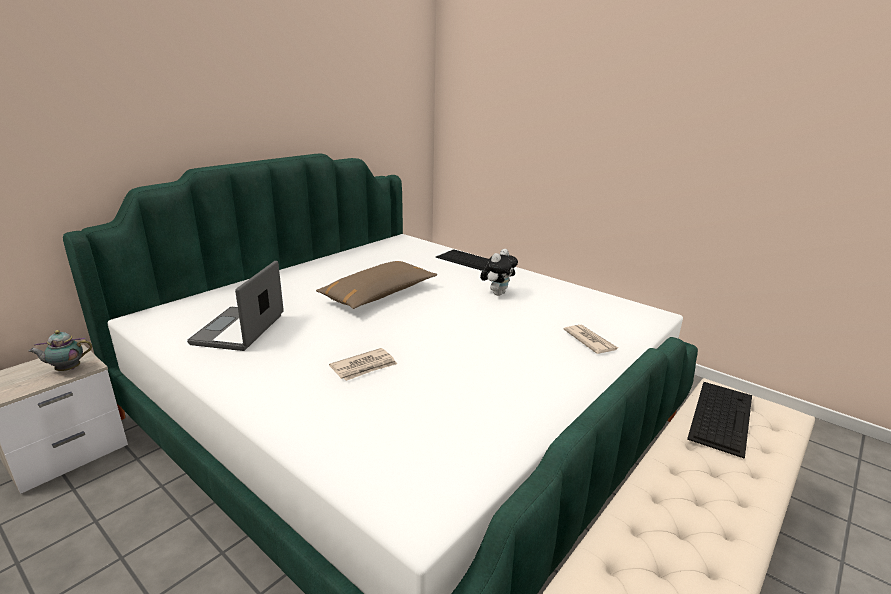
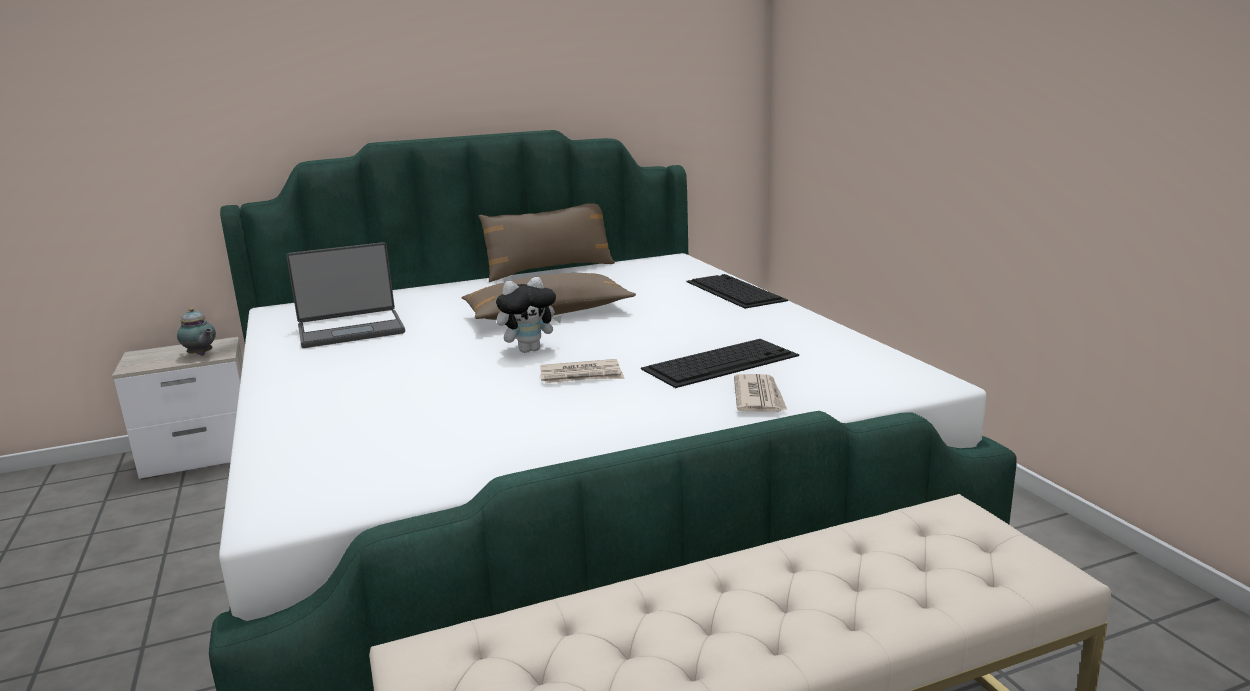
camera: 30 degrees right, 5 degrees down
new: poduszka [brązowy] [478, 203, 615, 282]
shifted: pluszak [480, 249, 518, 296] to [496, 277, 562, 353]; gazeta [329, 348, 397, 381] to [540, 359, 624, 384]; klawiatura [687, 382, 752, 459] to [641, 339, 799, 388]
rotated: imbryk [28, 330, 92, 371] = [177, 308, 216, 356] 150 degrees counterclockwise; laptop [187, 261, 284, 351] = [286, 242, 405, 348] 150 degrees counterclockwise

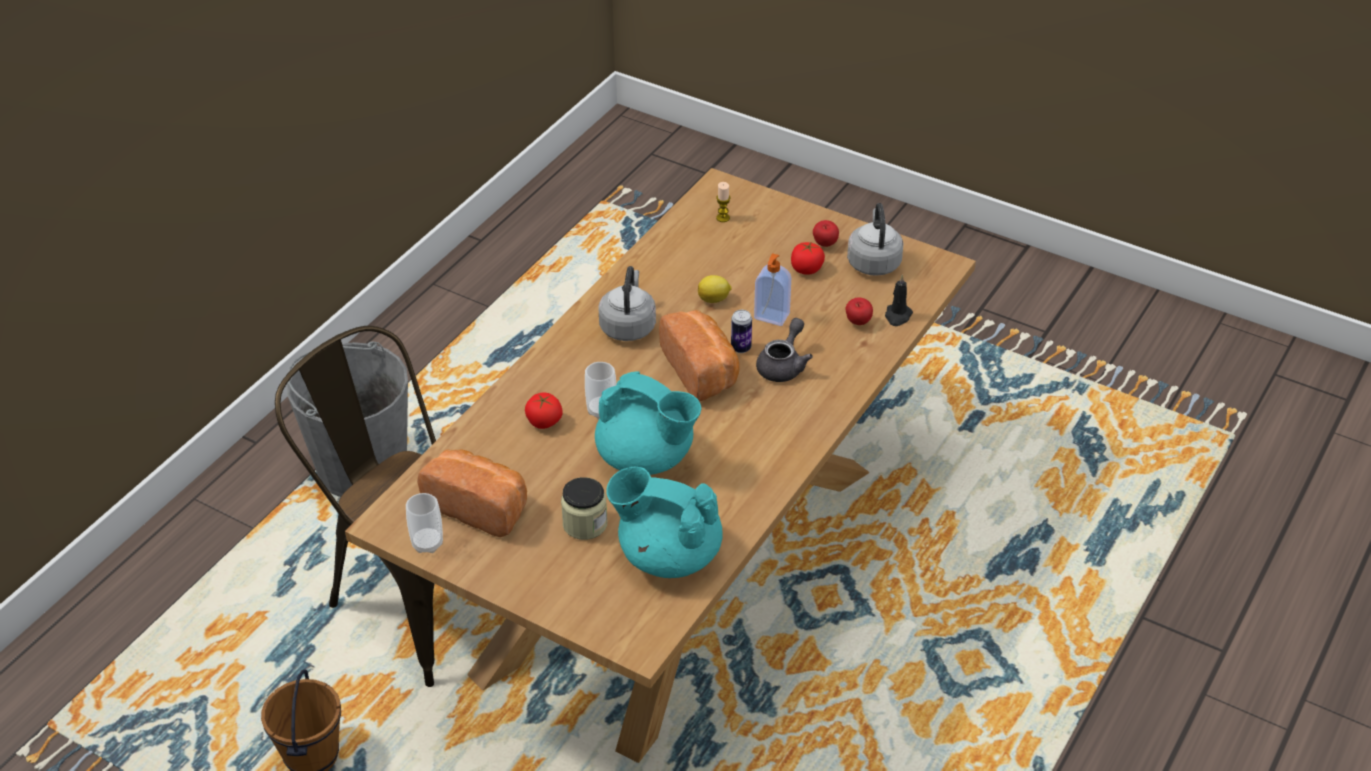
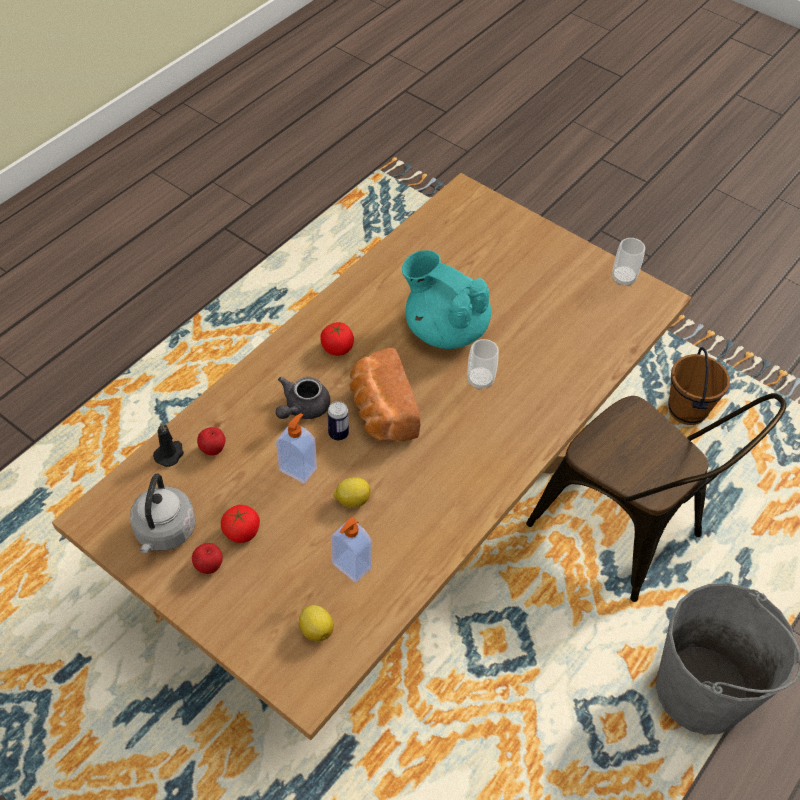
camera: 175 degrees left, 10 degrees up
gone: chleb [417, 449, 527, 537]; słoik [561, 477, 608, 540]; czajnik [szary] [598, 266, 656, 341]; imbryk [turkusowy] [606, 467, 723, 578]
new: dozownik mydła [331, 517, 372, 583]
shifted: pomidor [525, 392, 563, 429] to [320, 322, 354, 356]
swapped: świeca [716, 182, 730, 222] to cytryna [299, 605, 334, 641]

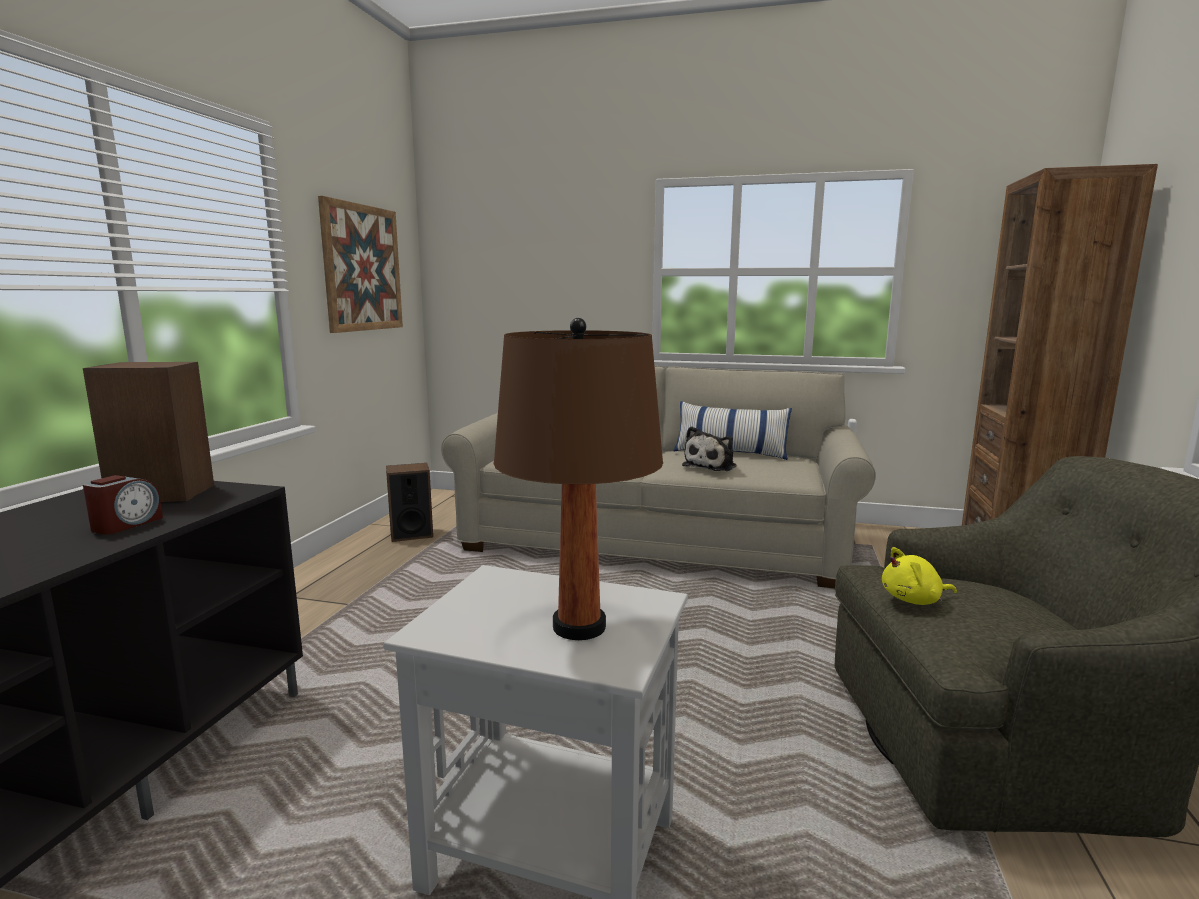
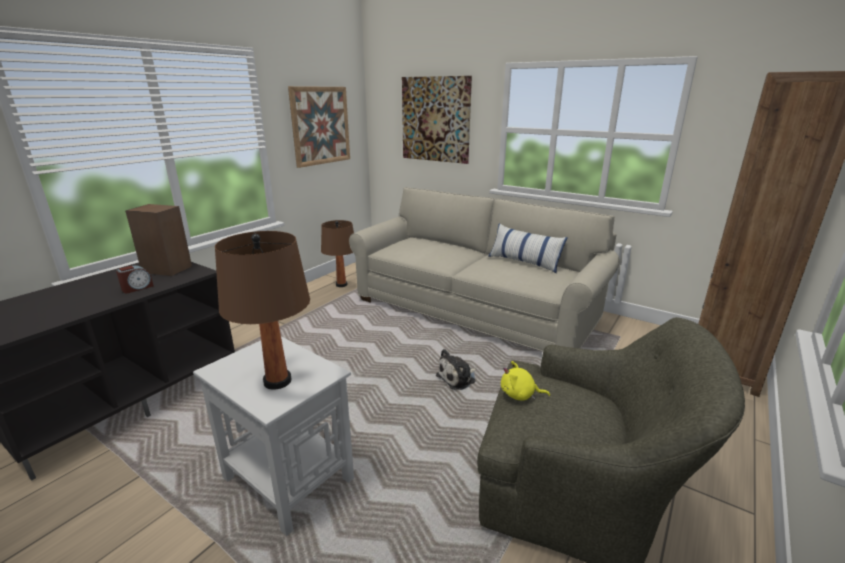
camera: 20 degrees right, 10 degrees up
new: obraz [402, 76, 472, 164]
shifted: pluszak [682, 426, 736, 471] to [436, 349, 476, 390]
swapped: głośnik [386, 463, 433, 542] to lampa stołowa [brązowy] [321, 220, 354, 287]

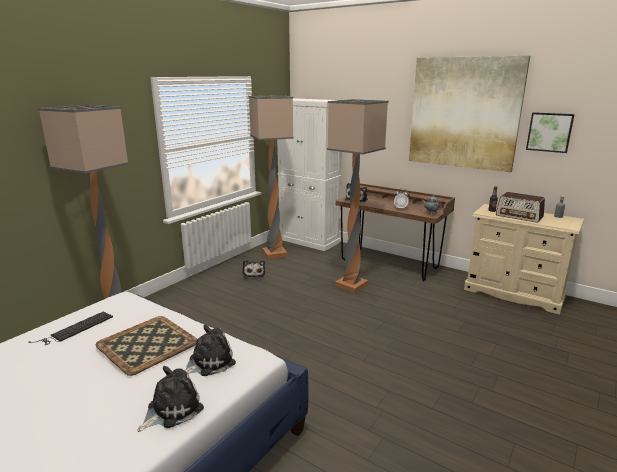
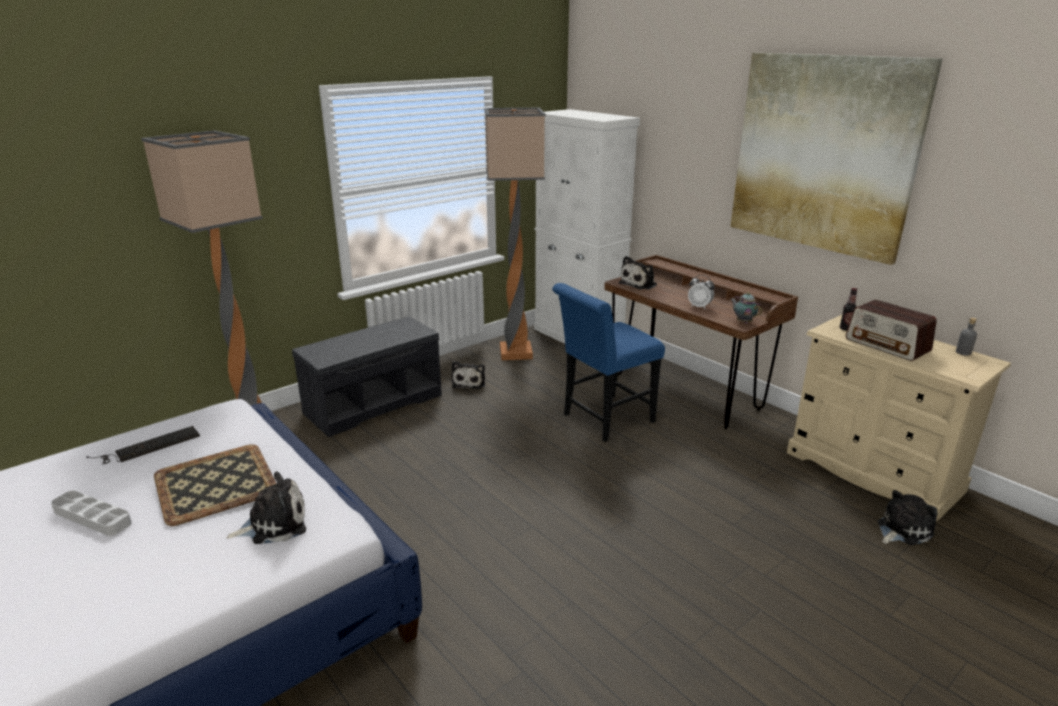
camera: 15 degrees right, 5 degrees up
gone: obraz [526, 112, 575, 153]
new: taca [szary] [51, 491, 132, 536]; ławka [szary] [292, 317, 442, 437]
shifted: pluszak [137, 366, 204, 432] to [878, 490, 938, 545]
swapped: lampa stojąca [327, 99, 389, 293] to krzesło [niebieski] [552, 283, 665, 442]

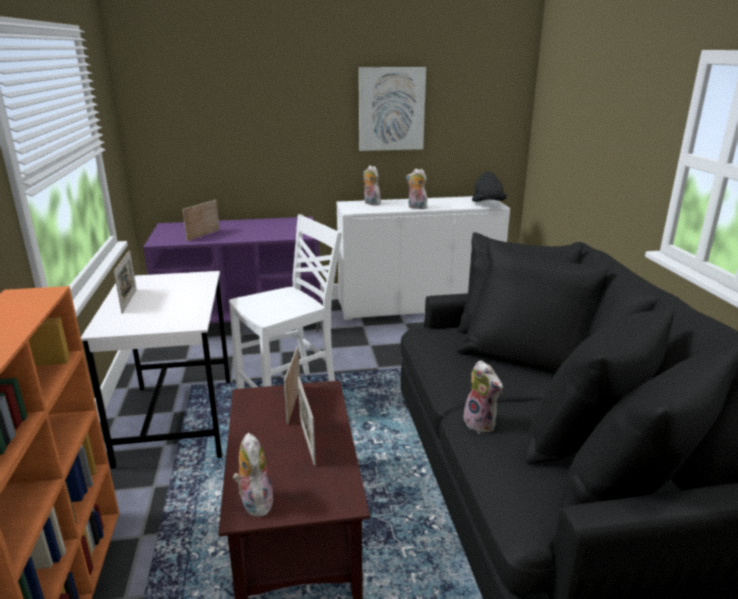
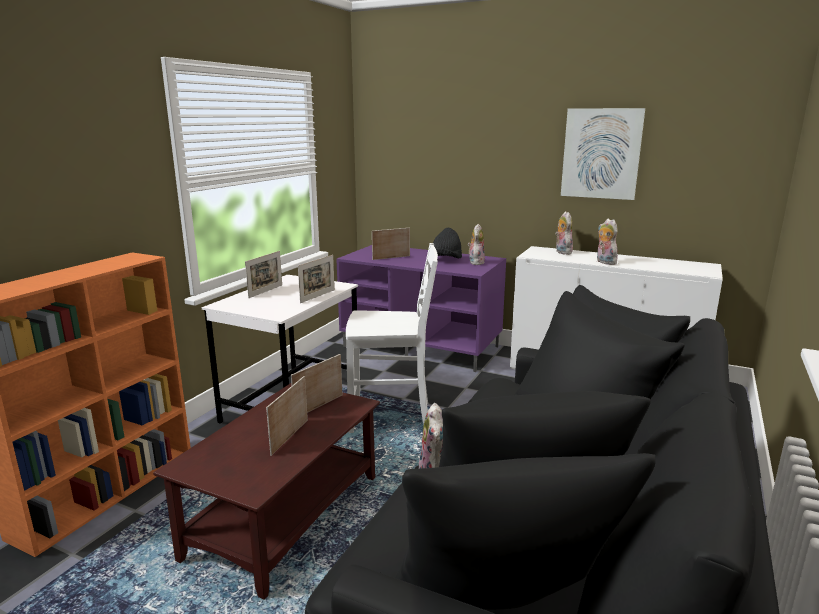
camera: 35 degrees right, 5 degrees down
new: ramka na zdjęcie [298, 255, 335, 303]
shifted: kapelusz [czarny] [472, 172, 507, 202] to [433, 228, 462, 259]; pluszak [233, 433, 274, 517] to [468, 224, 485, 265]

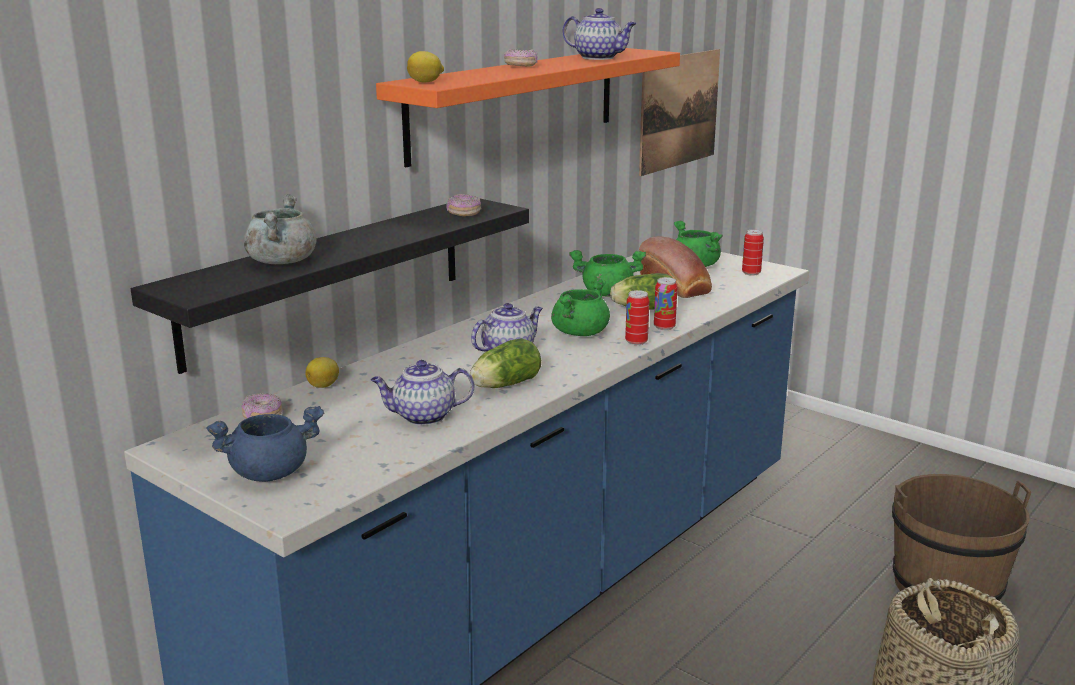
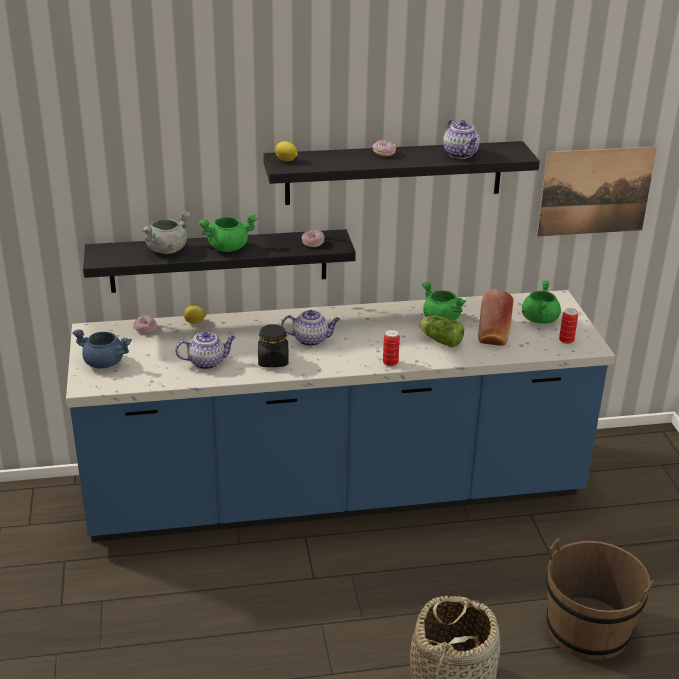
camera: 40 degrees right, 10 degrees up
gone: puszka [654, 277, 677, 330]
shifted: garnek [zielony] [551, 278, 610, 336] to [199, 215, 258, 252]
swapped: sałata [470, 338, 541, 388] to słoik [czarny] [258, 324, 289, 367]
repainted: półka [pomarańczowy] [376, 48, 680, 167] to półka [czarny] [263, 141, 540, 205]
rotated: imbryk [371, 360, 474, 426] = [175, 332, 236, 369] 135 degrees clockwise

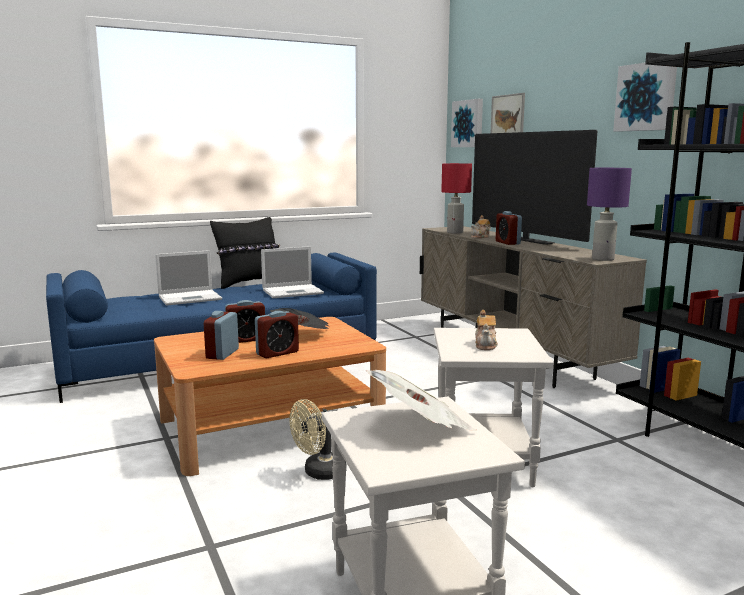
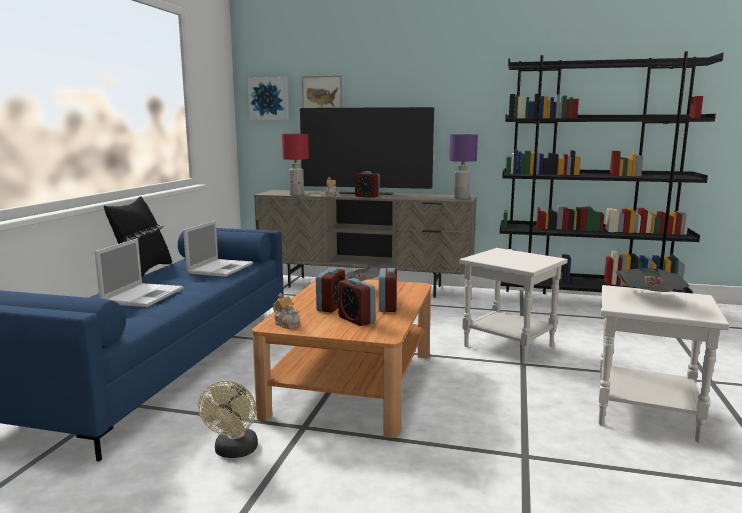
camera: 50 degrees left, 0 degrees up
gone: obraz [613, 63, 677, 132]
shifted: wentylator [beżowy] [289, 399, 347, 480] to [198, 381, 258, 458]; imbryk [475, 310, 498, 350] to [273, 293, 300, 329]

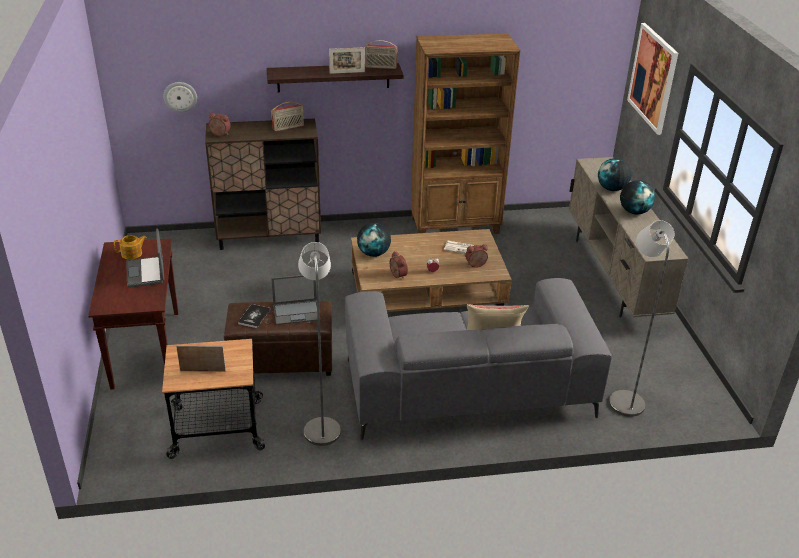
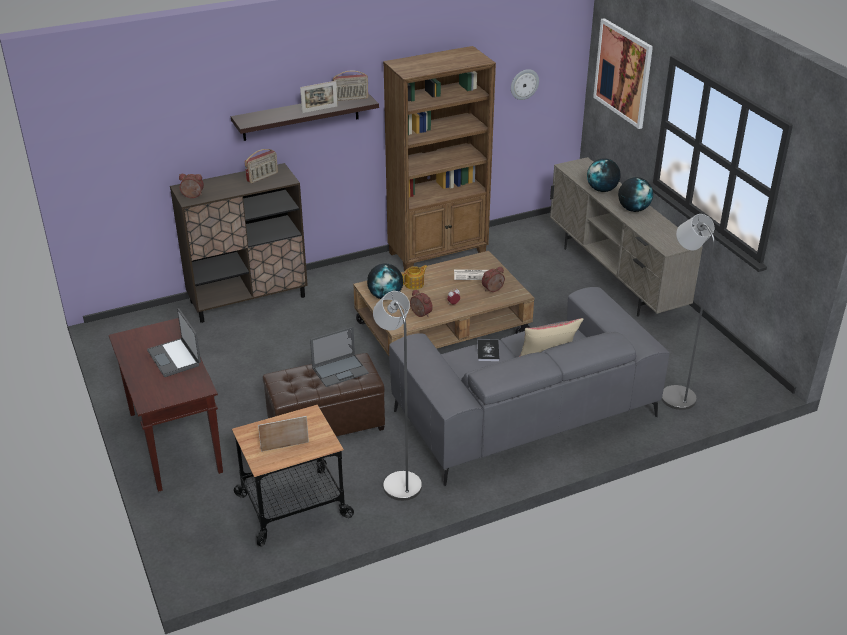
camera: 15 degrees left, 0 degrees up
shifted: imbryk [114, 235, 147, 260] to [402, 265, 427, 290]; książka [238, 304, 270, 328] to [478, 339, 499, 361]; zegar ścienny [163, 82, 197, 112] to [511, 69, 539, 100]

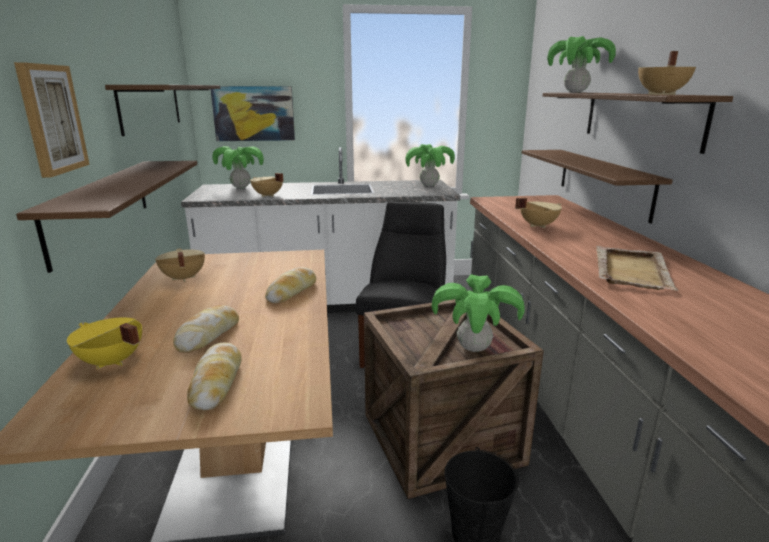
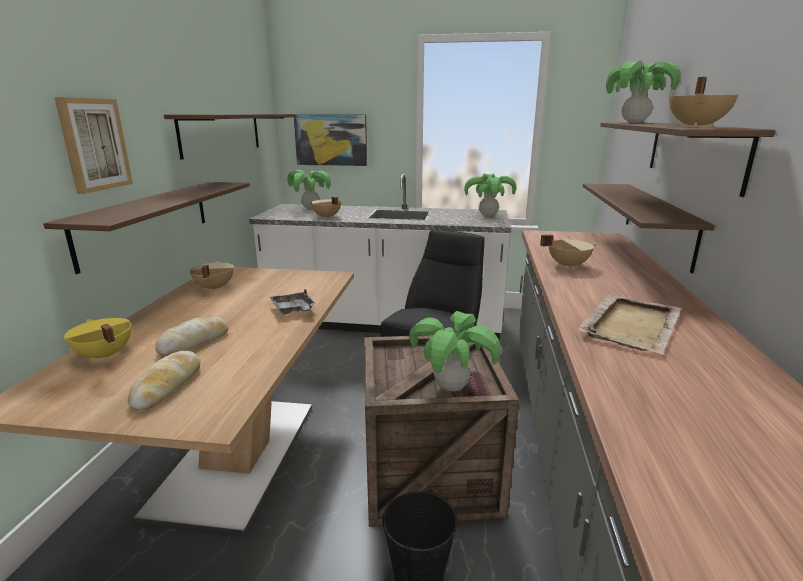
camera: 15 degrees right, 0 degrees up
swapped: chleb [265, 267, 316, 304] to taca [szary] [270, 289, 316, 314]

